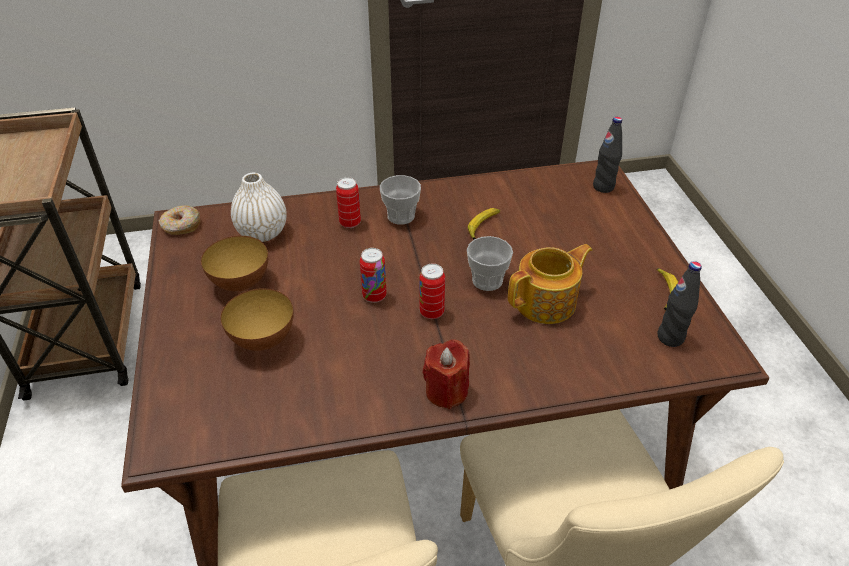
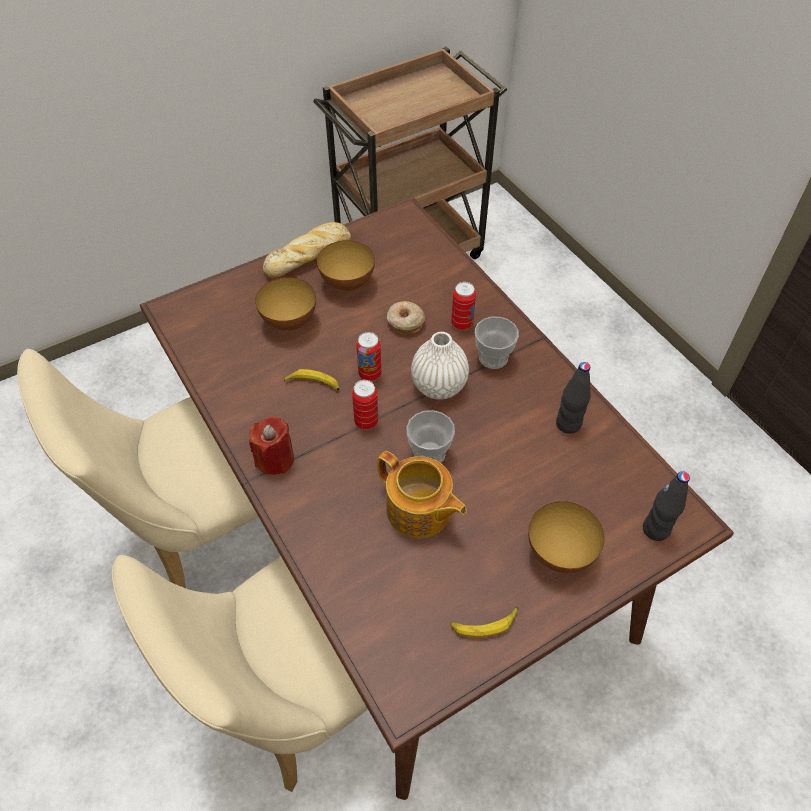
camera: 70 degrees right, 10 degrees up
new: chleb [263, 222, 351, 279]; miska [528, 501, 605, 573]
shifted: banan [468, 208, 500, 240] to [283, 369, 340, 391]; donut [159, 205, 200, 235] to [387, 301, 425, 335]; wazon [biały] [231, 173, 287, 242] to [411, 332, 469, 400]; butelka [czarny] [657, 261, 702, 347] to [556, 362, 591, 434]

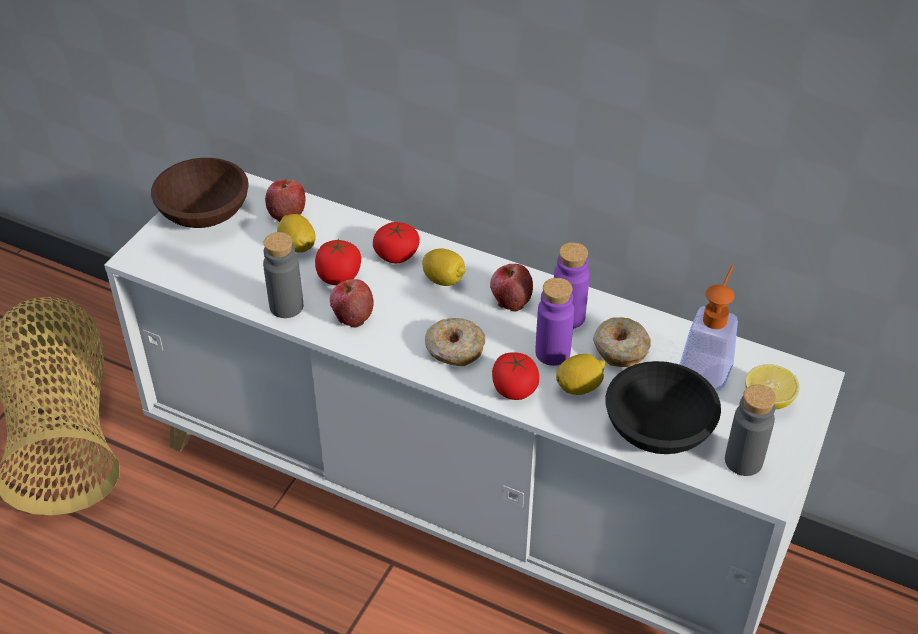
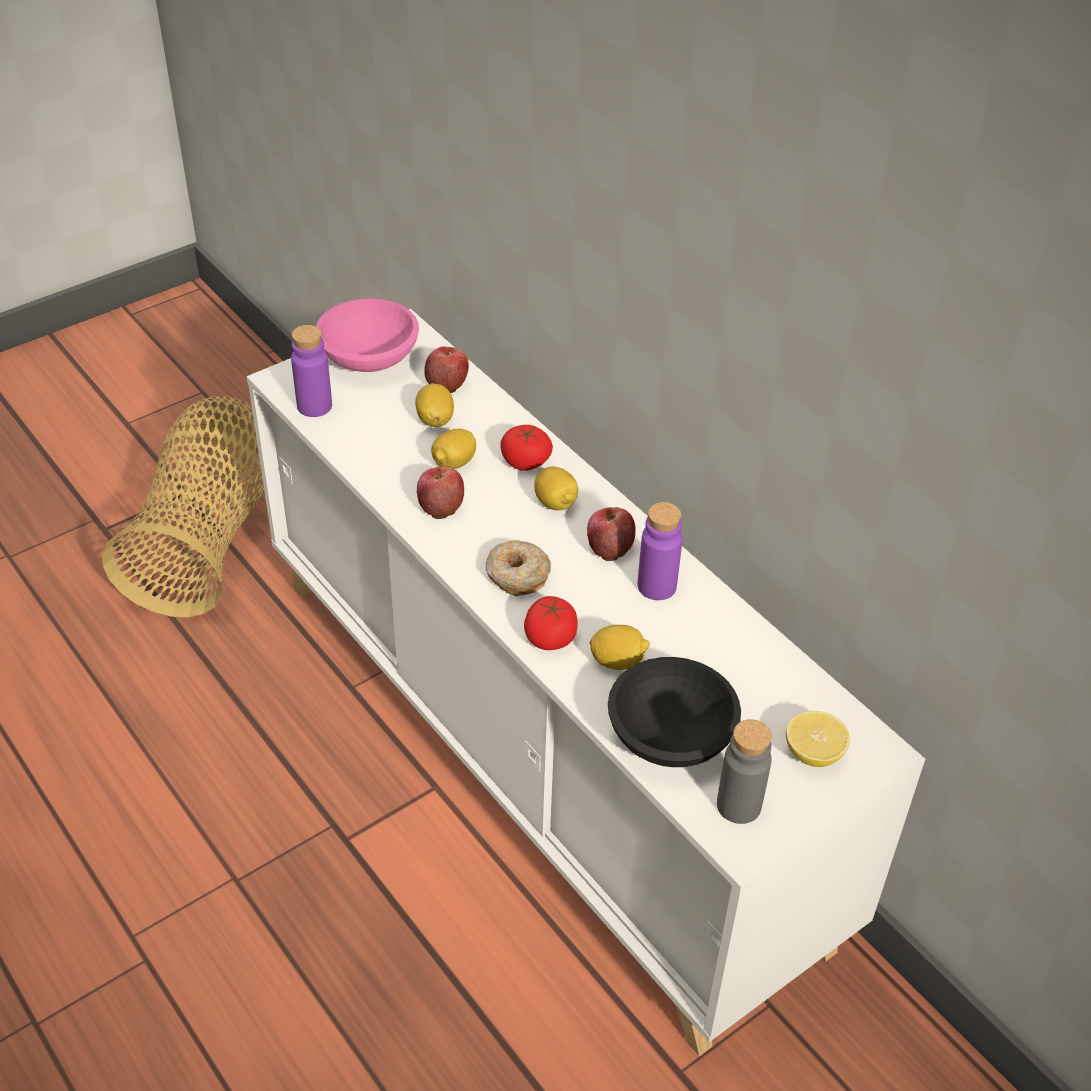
camera: 25 degrees right, 0 degrees up
gone: butelka [szary] [263, 232, 303, 318]; donut [593, 317, 651, 367]; dozownik mydła [679, 265, 738, 390]
shifted: butelka [fioletowy] [535, 278, 574, 366] to [291, 325, 332, 417]
swapped: pomidor [315, 238, 361, 285] to cytryna [431, 429, 476, 469]
repainted: miska [brązowy] [151, 158, 249, 228] to miska [różowy] [316, 298, 419, 372]

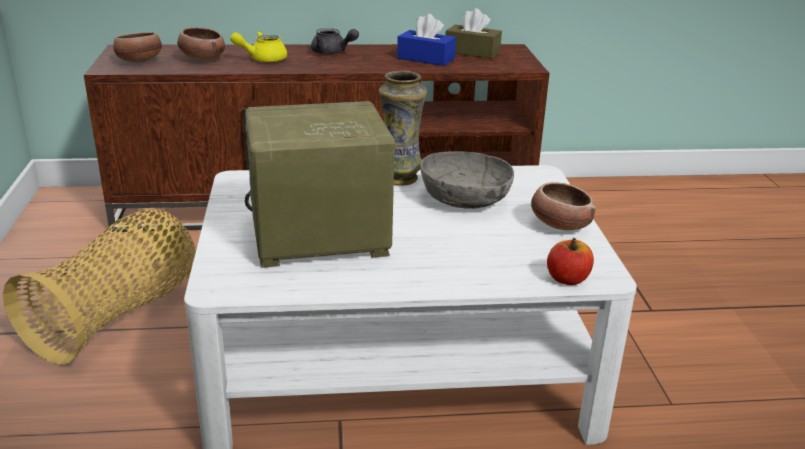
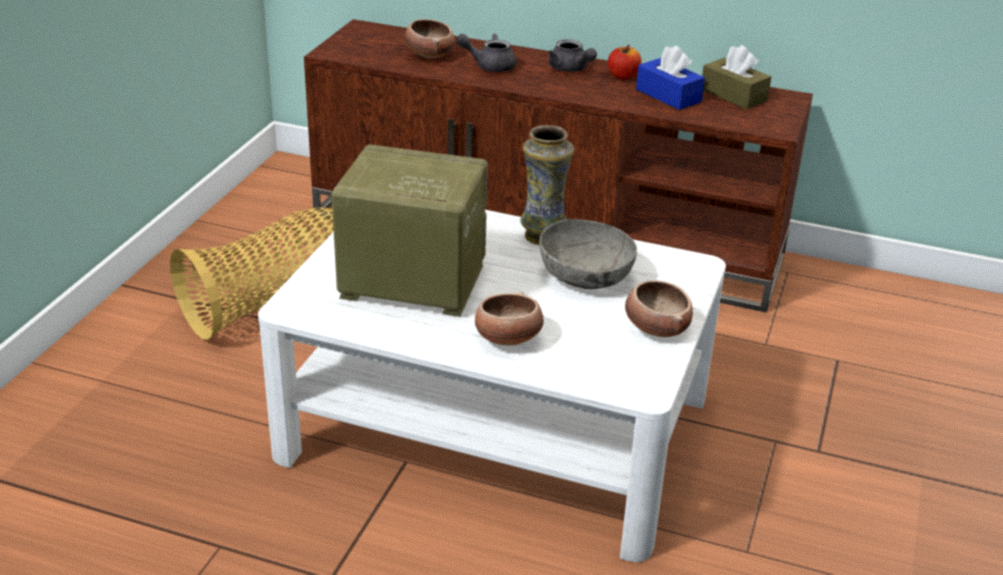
camera: 25 degrees right, 5 degrees up
shifted: miska [113, 32, 162, 63] to [475, 291, 544, 345]; jabłko [547, 238, 594, 285] to [608, 45, 642, 79]
repainted: imbryk [żółty] [230, 31, 287, 62] to imbryk [szary] [456, 33, 517, 72]

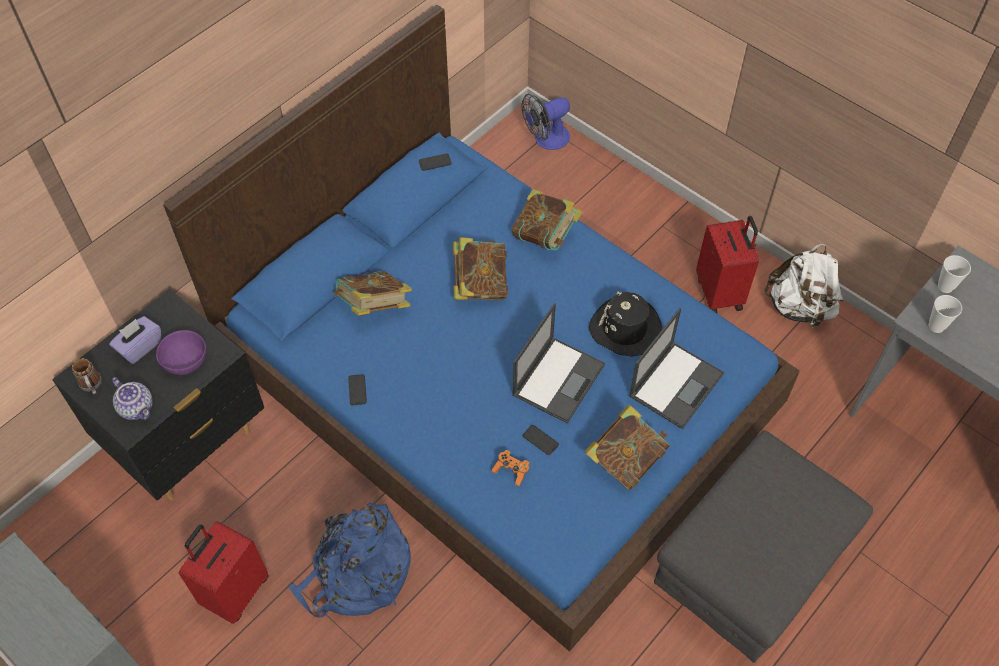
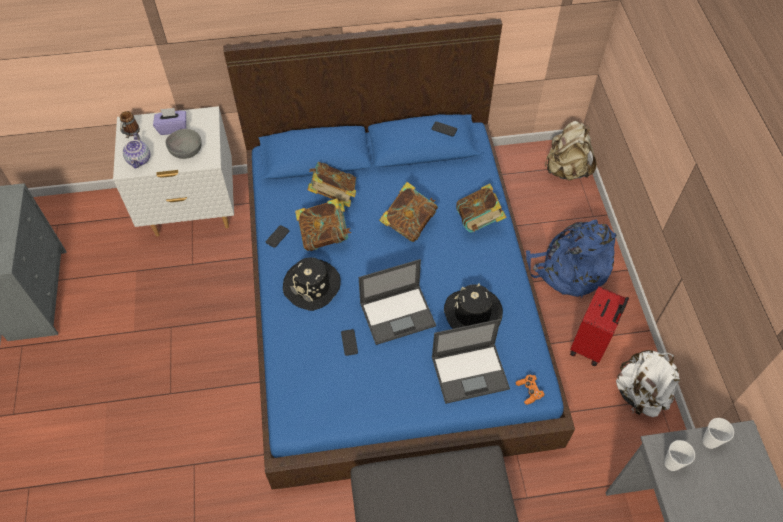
camera: 40 degrees right, 0 degrees up
gone: walizka [czerwony] [179, 521, 269, 624]
new: kapelusz [czarny] [283, 257, 341, 311]
shifted: książka [584, 405, 670, 490] to [295, 198, 351, 251]; pad do gier [pomarańczowy] [491, 450, 530, 486] to [516, 375, 545, 405]; plecak [niebieski] [288, 503, 411, 618] to [526, 220, 616, 298]
swapped: wentylator [521, 94, 570, 150] to plecak [beżowy] [544, 121, 597, 181]
repainted: szafka nocna [czarny] [52, 289, 264, 501] to szafka nocna [biały] [113, 106, 234, 237]; miska [fioletowy] [156, 330, 207, 375] to miska [szary] [166, 129, 202, 159]

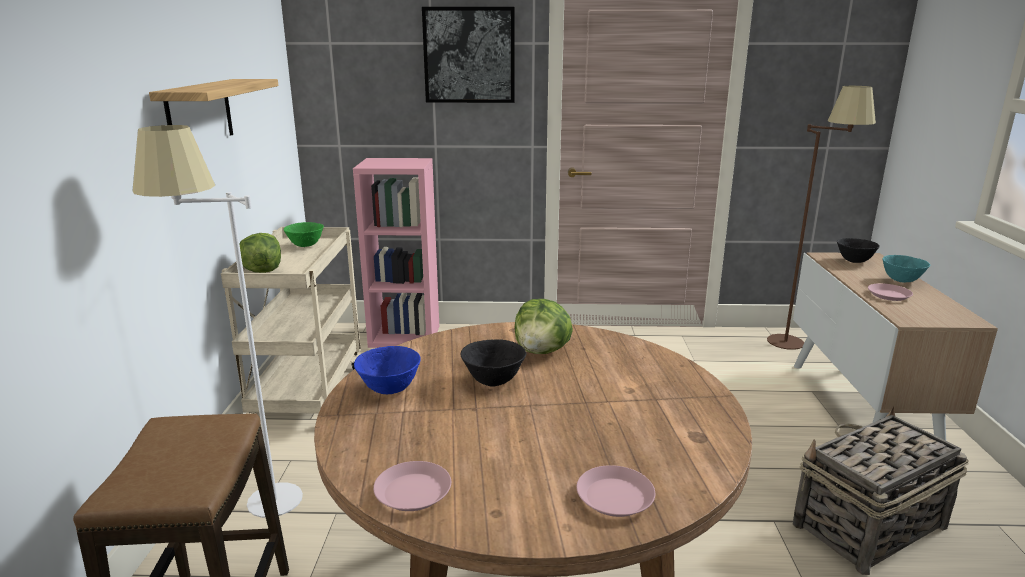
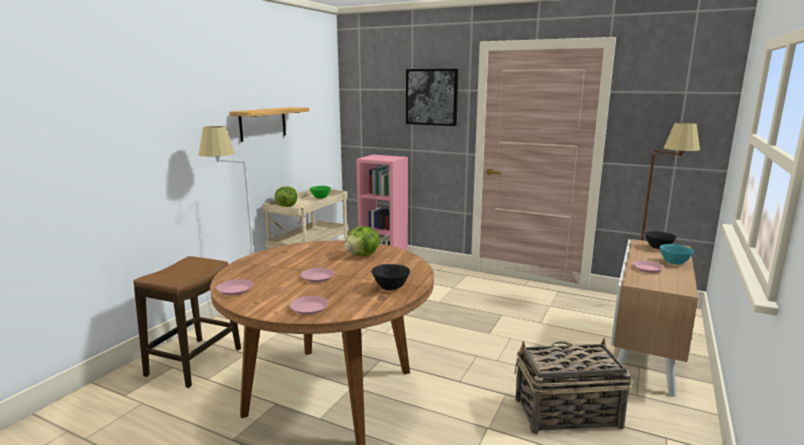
camera: 25 degrees right, 5 degrees down
gone: miska [niebieski] [354, 346, 421, 394]
new: talerz [różowy] [301, 268, 334, 283]
shifted: miska [czarny] [461, 339, 526, 387] to [371, 264, 410, 290]

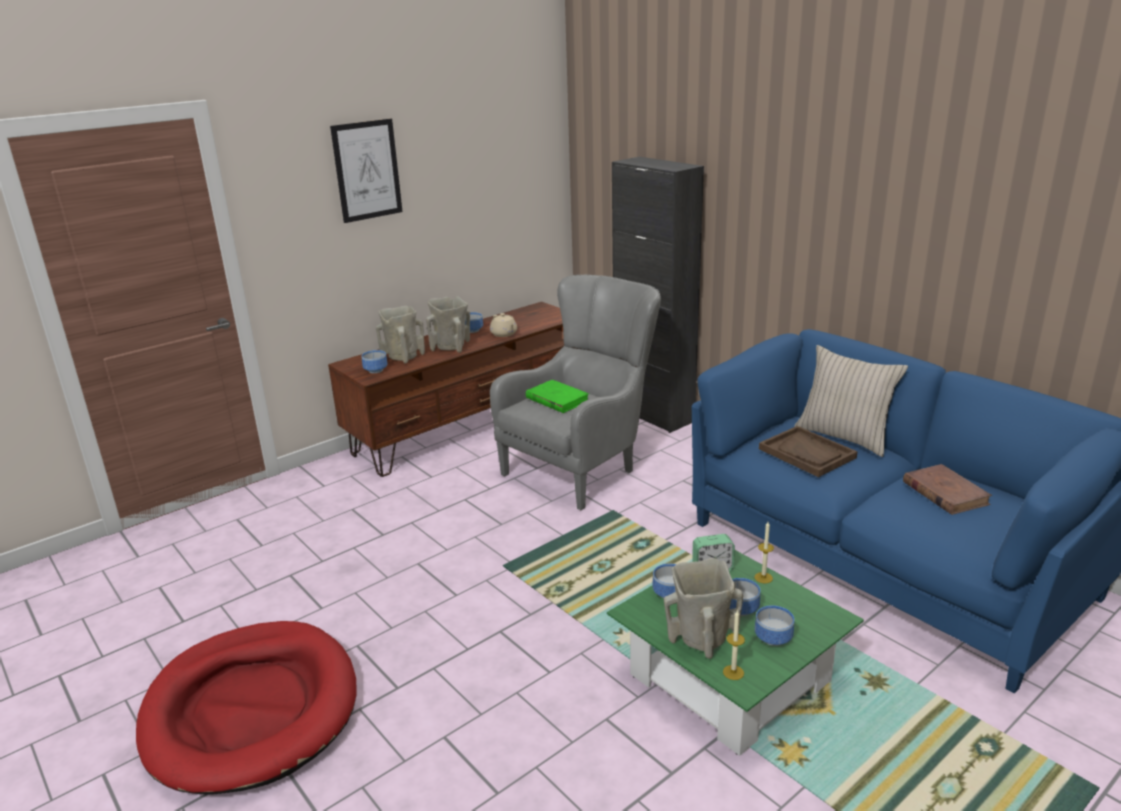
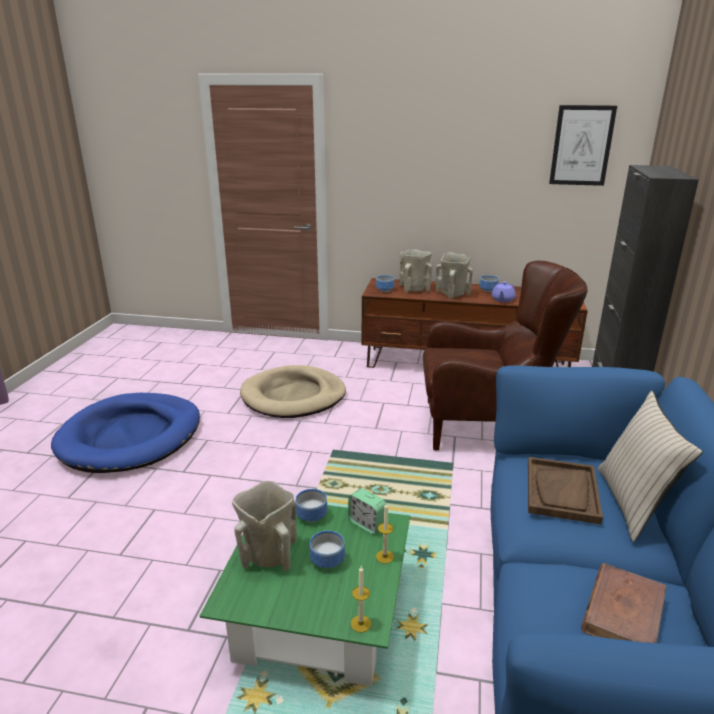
camera: 50 degrees right, 0 degrees up
gone: książka [zielony] [526, 380, 589, 413]; miska [755, 605, 794, 646]
new: legowisko [beżowy] [240, 365, 346, 418]
shifted: świeca [723, 610, 745, 680] to [351, 566, 371, 633]; obraz [330, 119, 402, 223] to [549, 105, 617, 186]
repainted: legowisko [czerwony] [136, 621, 357, 794] to legowisko [niebieski] [51, 393, 200, 473]; fotel [szary] [490, 275, 661, 510] to fotel [brązowy] [423, 260, 588, 450]; imbryk [beżowy] [490, 313, 517, 337] to imbryk [fioletowy] [491, 282, 516, 302]

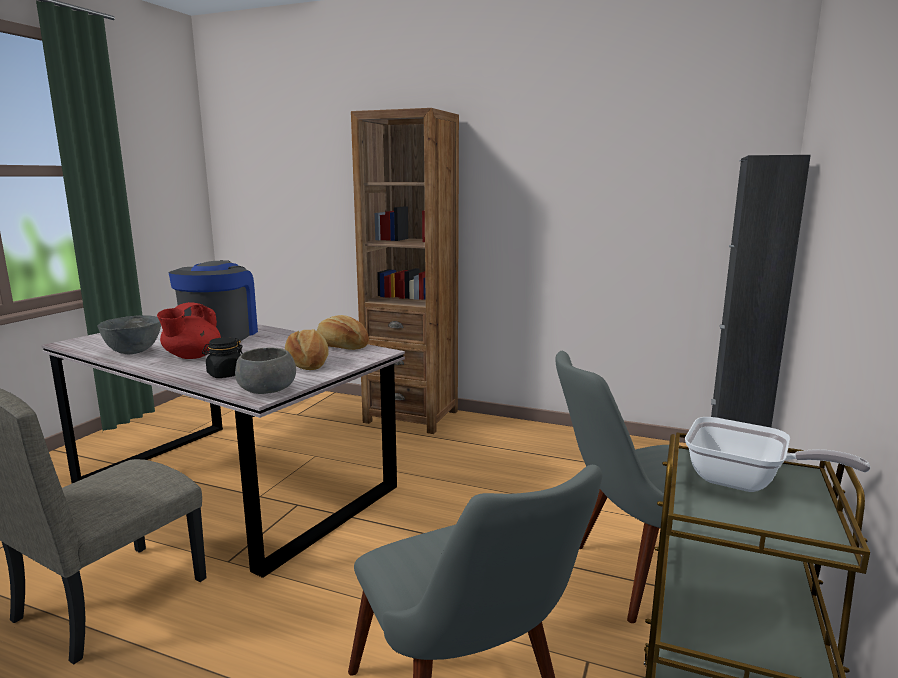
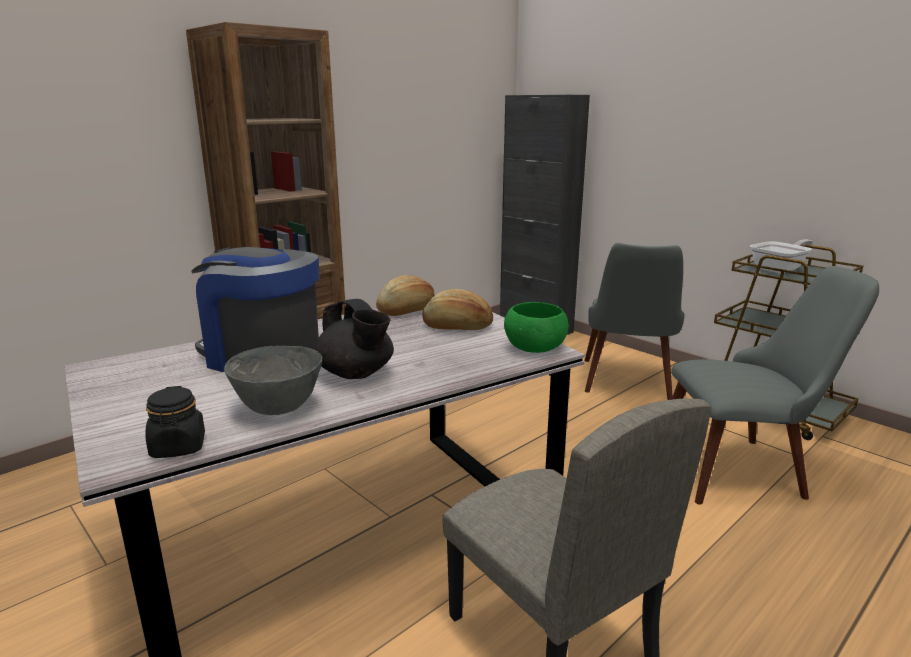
camera: 65 degrees left, 5 degrees up
shifted: słoik [czarny] [202, 337, 243, 378] to [145, 386, 205, 458]
repainted: imbryk [czerwony] [157, 302, 221, 359] to imbryk [czarny] [314, 299, 394, 379]; miska [szary] [235, 347, 296, 394] to miska [zielony] [504, 302, 569, 353]

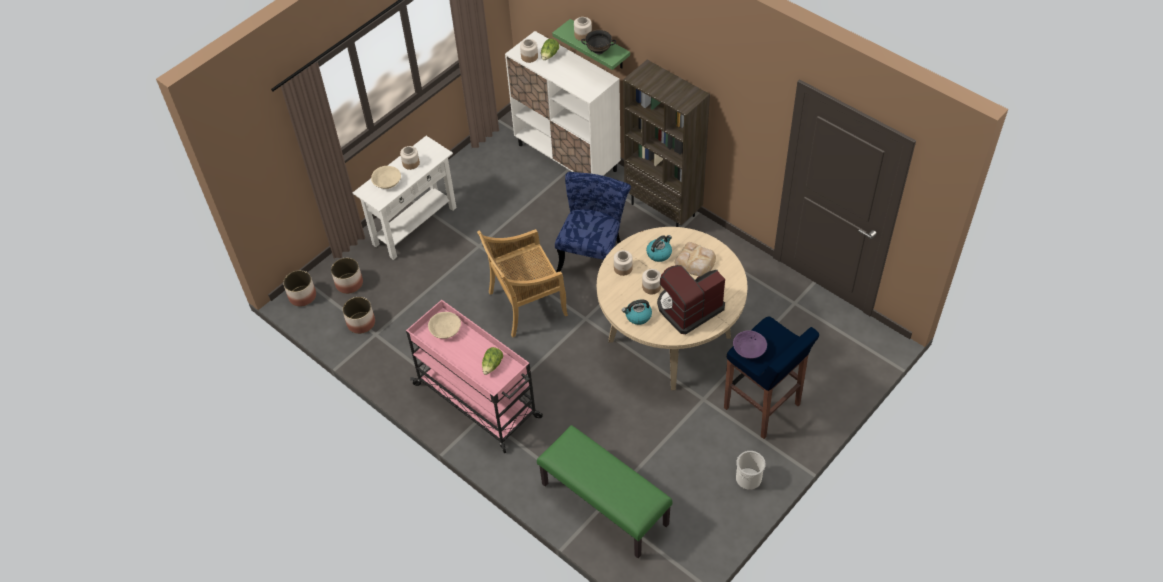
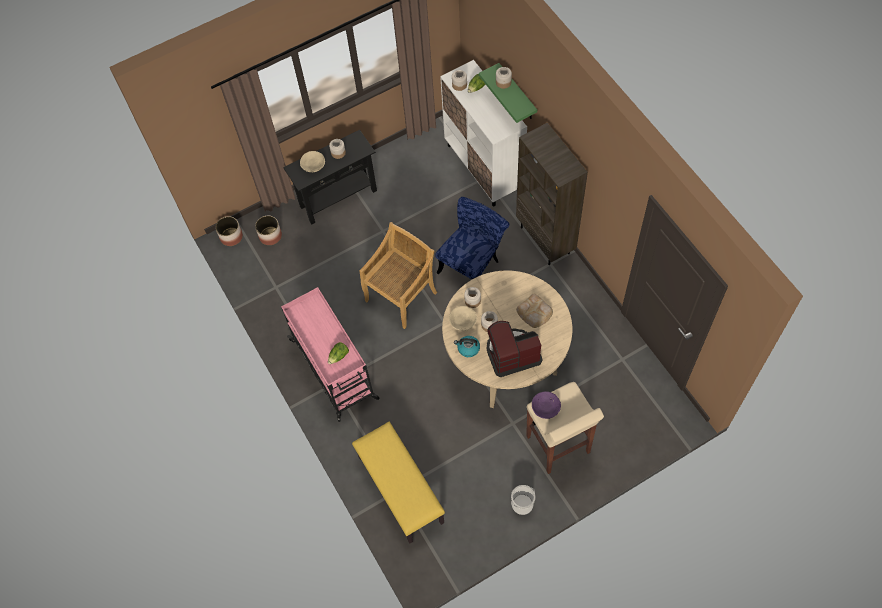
camera: 20 degrees right, 10 degrees up
gone: donica [343, 297, 375, 334]; miska [czarny] [581, 30, 616, 55]; czajnik [646, 235, 672, 262]
shifted: miska [beżowy] [428, 312, 461, 339] to [449, 306, 477, 331]
repainted: stolik konsolowy [biały] [353, 136, 456, 260] to stolik konsolowy [czarny] [283, 130, 377, 225]; ławka [zielony] [537, 425, 673, 558] to ławka [żółty] [352, 422, 445, 544]; stołek [niebieski] [724, 316, 819, 439] to stołek [beżowy] [526, 382, 604, 474]
rotated: krzesło [beżowy] [477, 229, 568, 337] = [360, 222, 437, 329] 135 degrees clockwise

